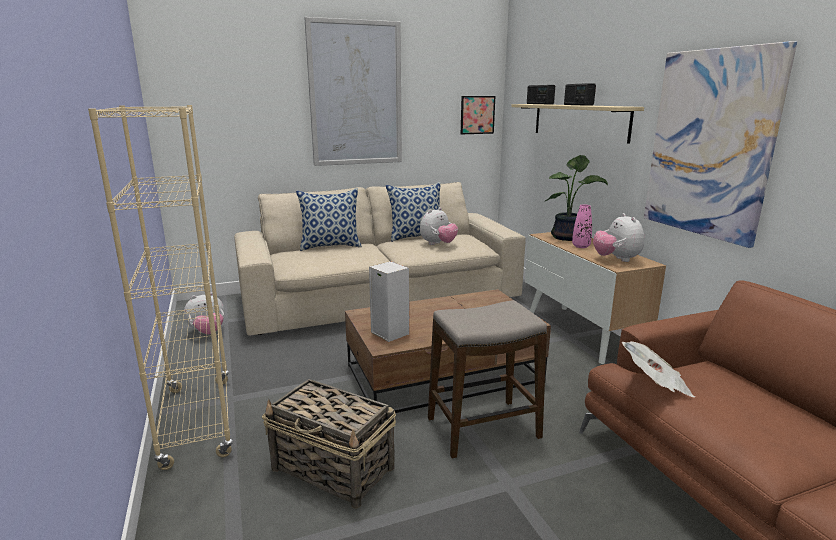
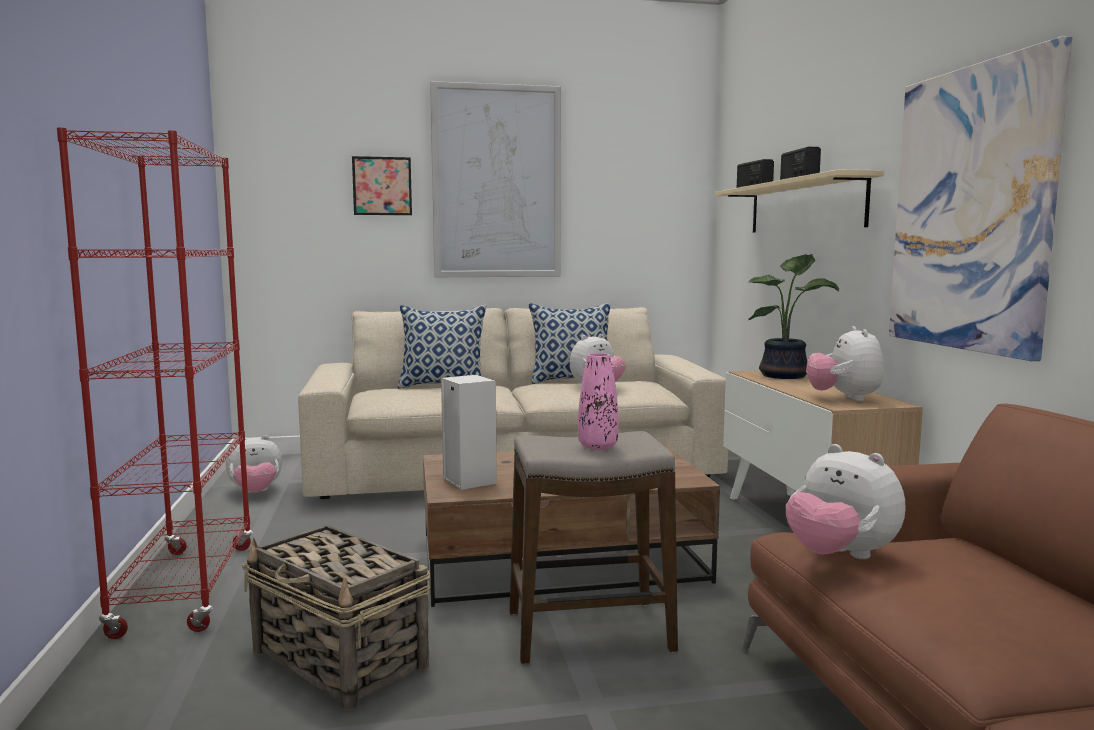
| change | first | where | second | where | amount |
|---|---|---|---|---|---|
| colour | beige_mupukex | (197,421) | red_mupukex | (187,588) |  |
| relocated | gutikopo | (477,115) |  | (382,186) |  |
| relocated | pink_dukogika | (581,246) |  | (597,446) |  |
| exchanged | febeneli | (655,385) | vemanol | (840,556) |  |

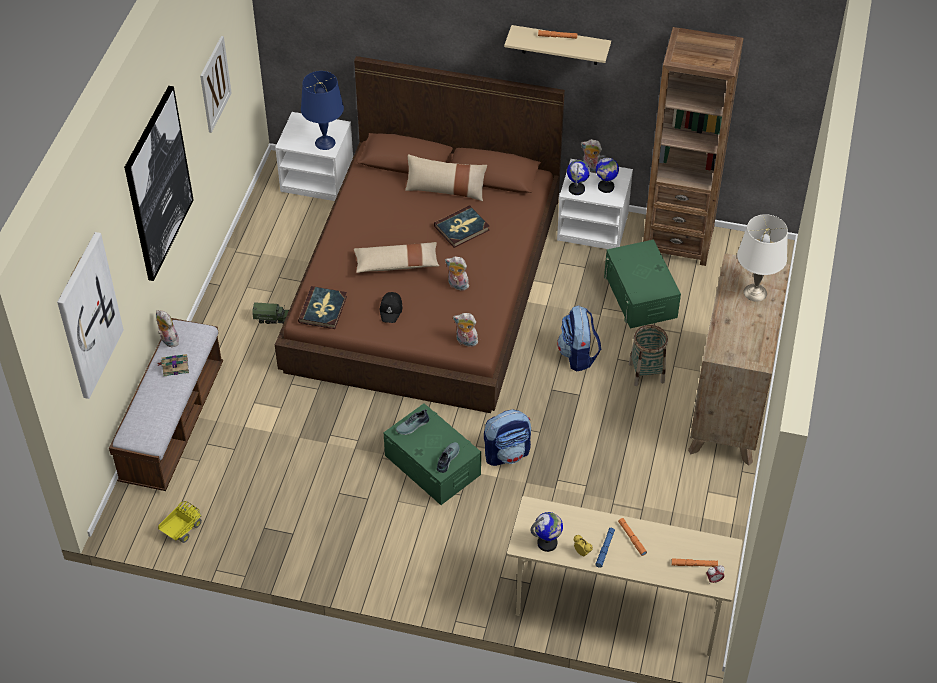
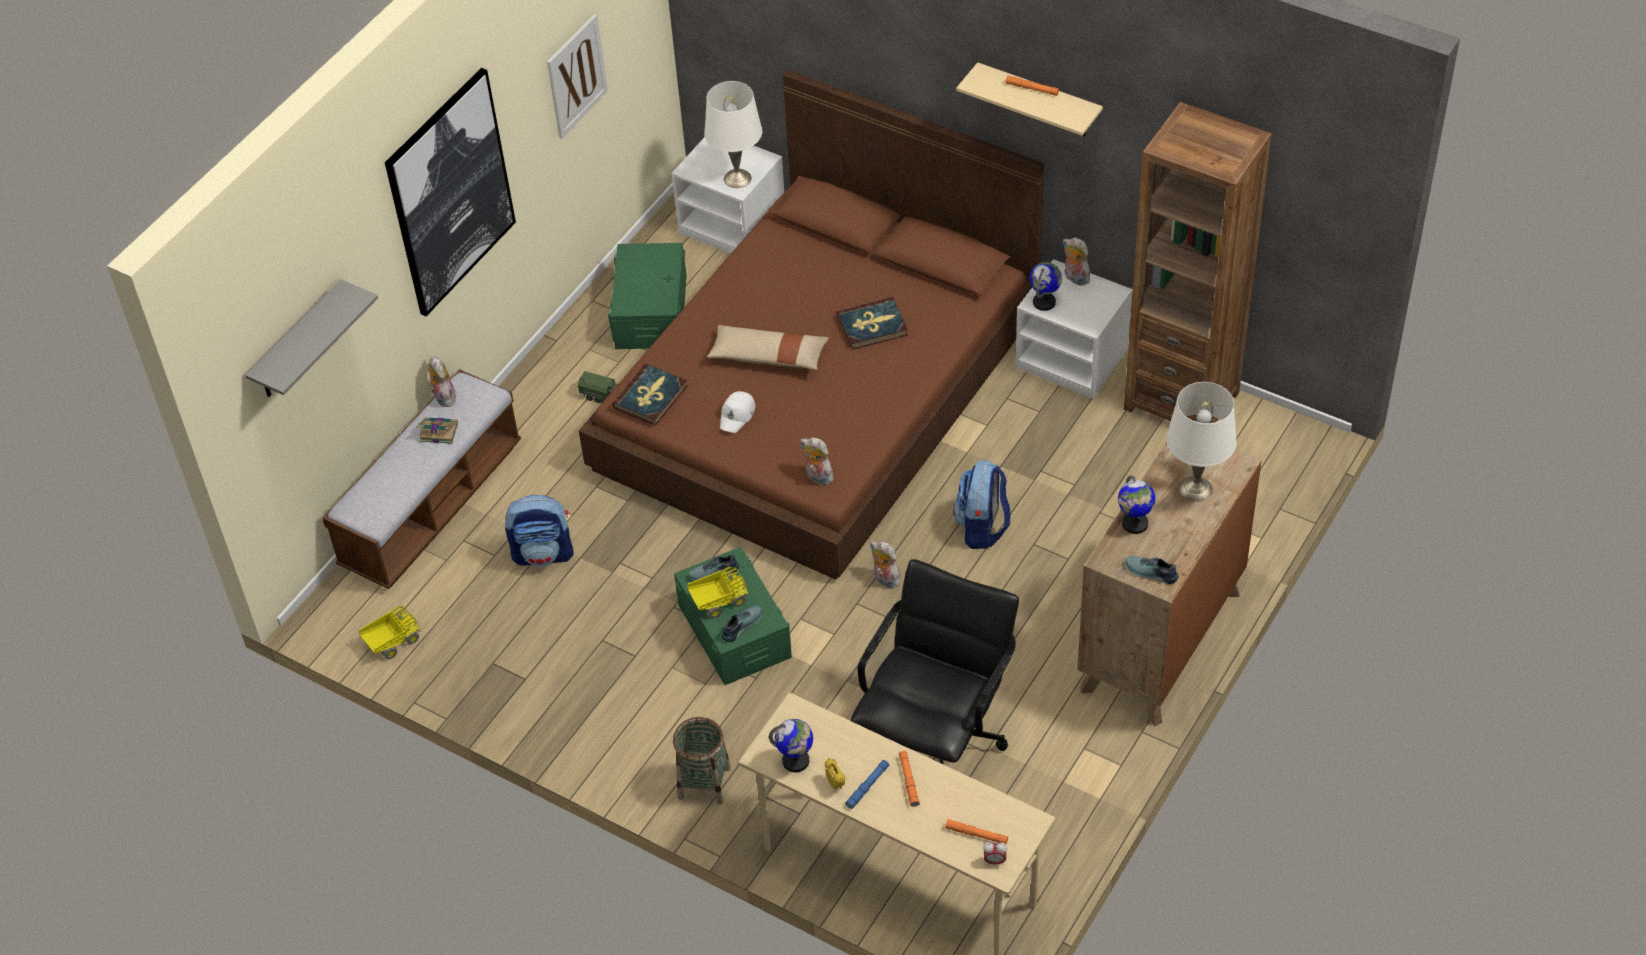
| change | first | where | second | where | amount |
|---|---|---|---|---|---|
| exchanged | gutikopo | (88,315) | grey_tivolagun | (298,343) |  |
| colour | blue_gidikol | (324,143) | white_gidikol | (737,178) |  |
| colour | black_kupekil | (391,310) | white_kupekil | (737,415) |  |
| missing | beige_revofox | (445,189) |  |  |  |
| relocated | vemanol | (457,285) |  | (884,579) |  |
| relocated | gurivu | (507,453) |  | (544,554) |  |
| relocated | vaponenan | (606,187) |  | (1134,524) |  |
| relocated | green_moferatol | (640,295) |  | (651,312) |  |
| relocated | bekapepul | (646,373) |  | (704,783) |  |
| appeared |  |  | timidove | (718,602) |  |
| appeared |  |  | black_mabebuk | (935,741) |  |
| appeared |  |  | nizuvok | (1150,573) |  |

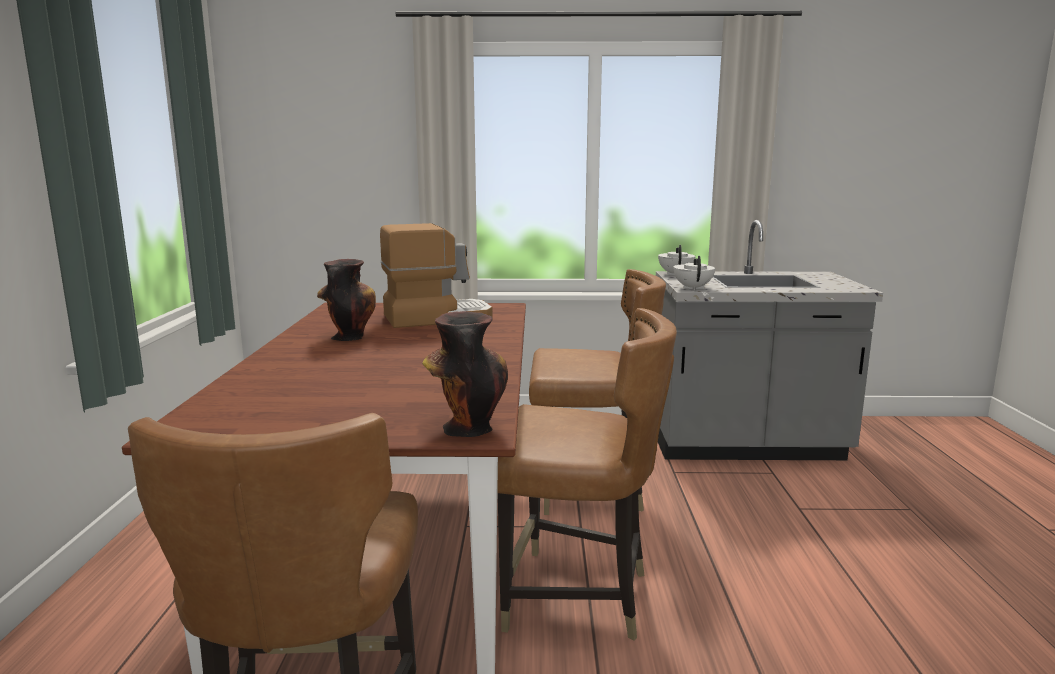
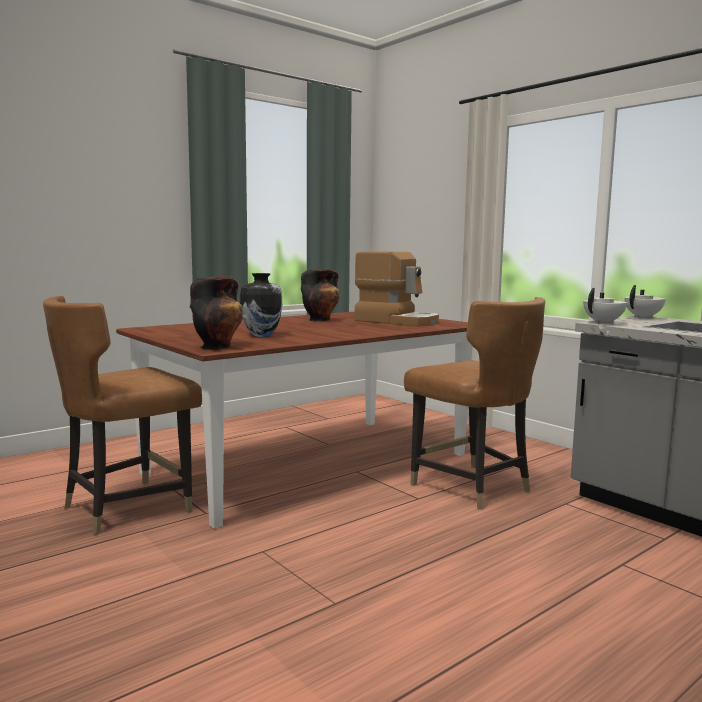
| change | first | where | second | where | amount |
|---|---|---|---|---|---|
| missing | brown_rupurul | (575,597) |  |  |  |
| appeared |  |  | dukogika | (261,335) |  |

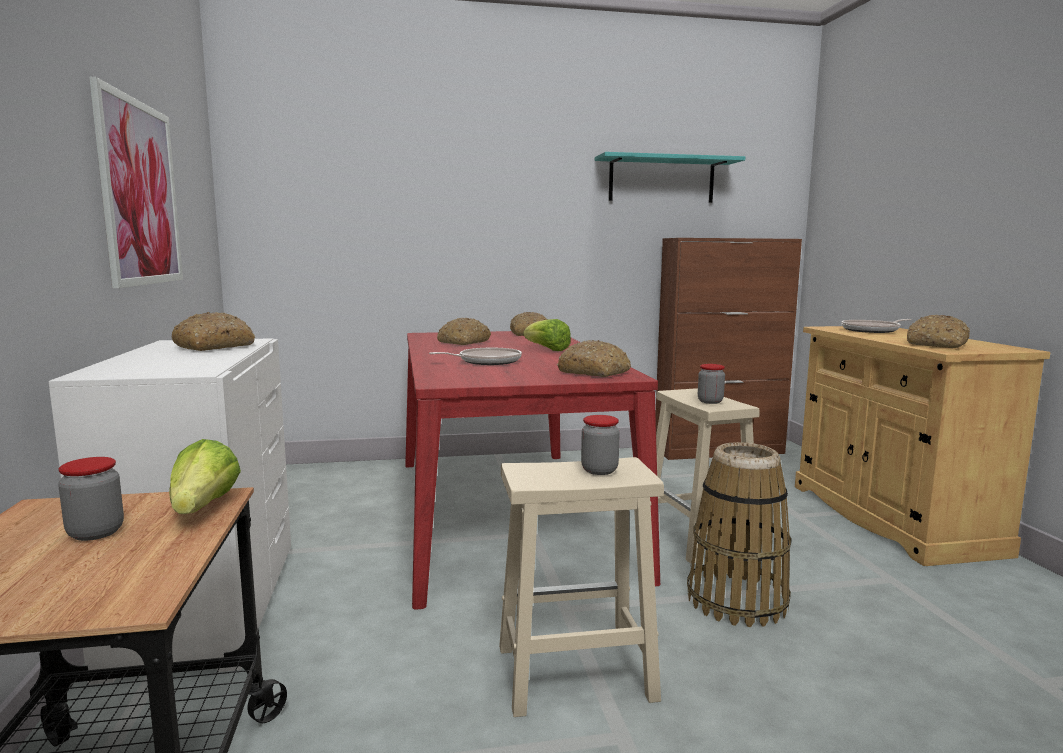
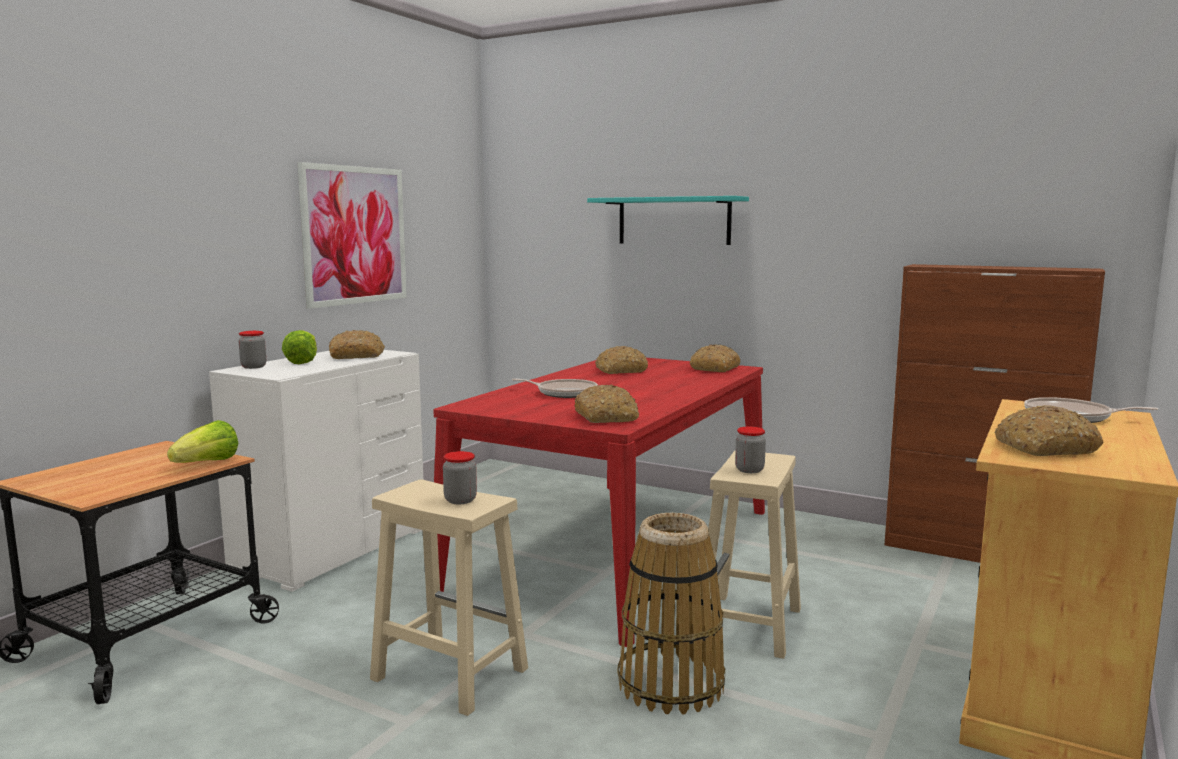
| change | first | where | second | where | amount |
|---|---|---|---|---|---|
| relocated | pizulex | (95,533) |  | (253,367) |  |
| relocated | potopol | (547,349) |  | (302,362) |  |
| relocated | turquoise_tivolagun | (661,180) |  | (674,221) |  |

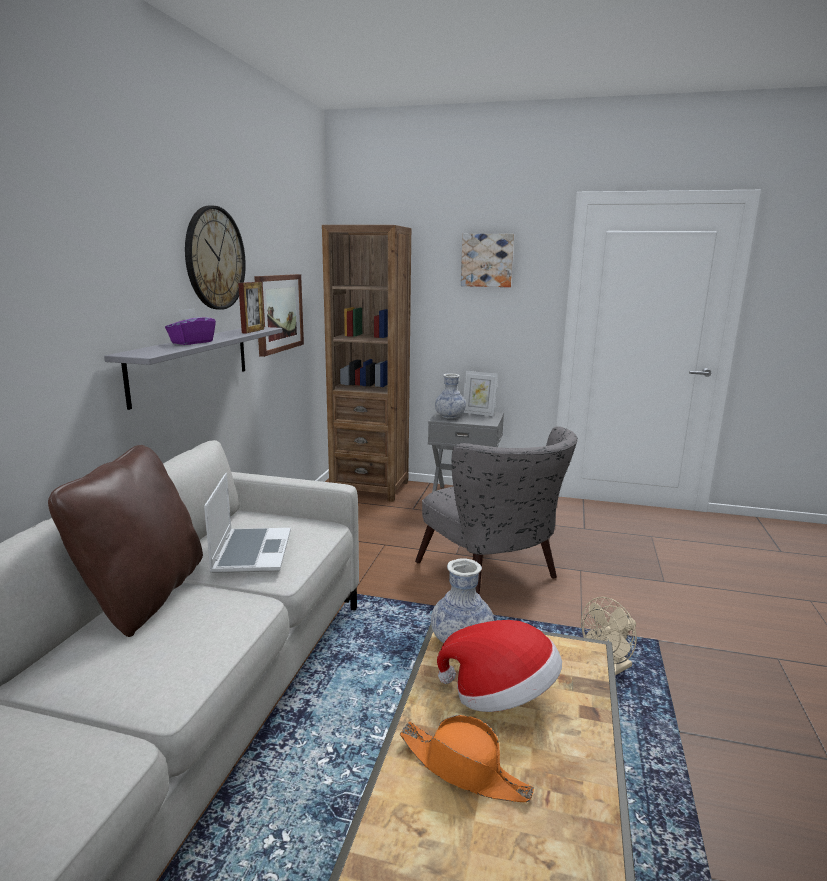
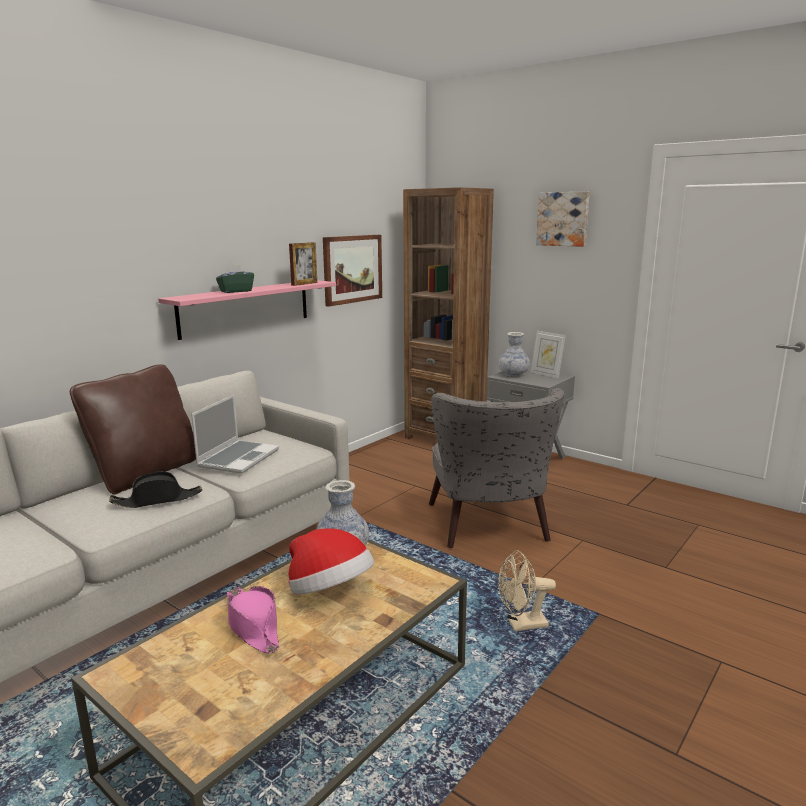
| change | first | where | second | where | amount |
|---|---|---|---|---|---|
| colour | grey_tivolagun | (192,363) | pink_tivolagun | (246,308) |  |
| colour | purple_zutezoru | (192,342) | green_zutezoru | (236,291) |  |
| missing | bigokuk | (215,258) |  |  |  |
| colour | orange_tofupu | (464,769) | pink_tofupu | (253,625) |  |
| appeared |  |  | black_tofupu | (158,500) |  |

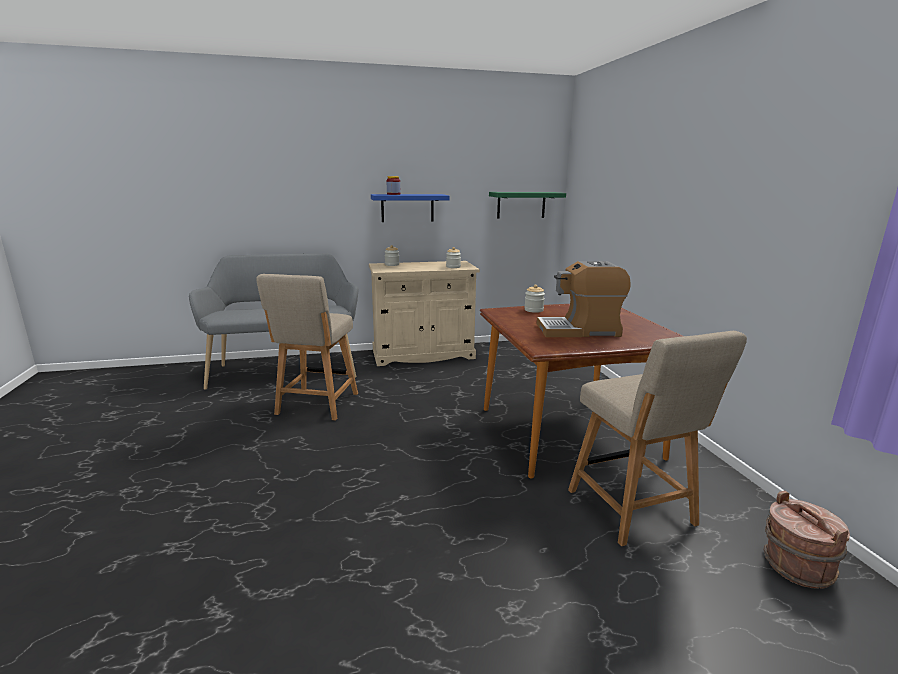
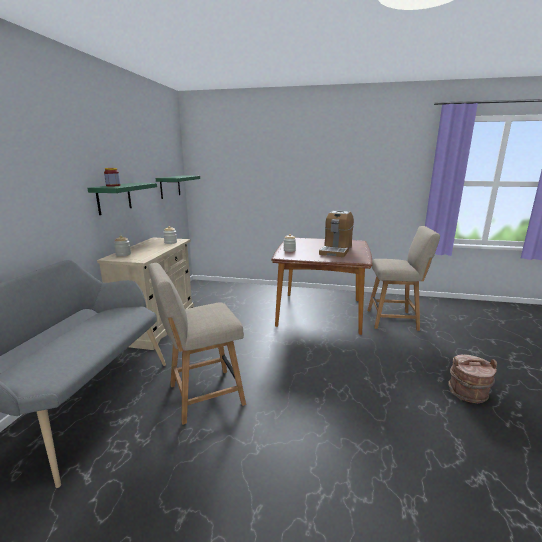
| change | first | where | second | where | amount |
|---|---|---|---|---|---|
| spun | beige_rupurul | (316,405) |  | (202,396) | 120 degrees clockwise |
| colour | blue_tivolagun | (407,208) | green_tivolagun | (114,198) |  |
| relocated | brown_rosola | (796,567) |  | (467,393) |  |

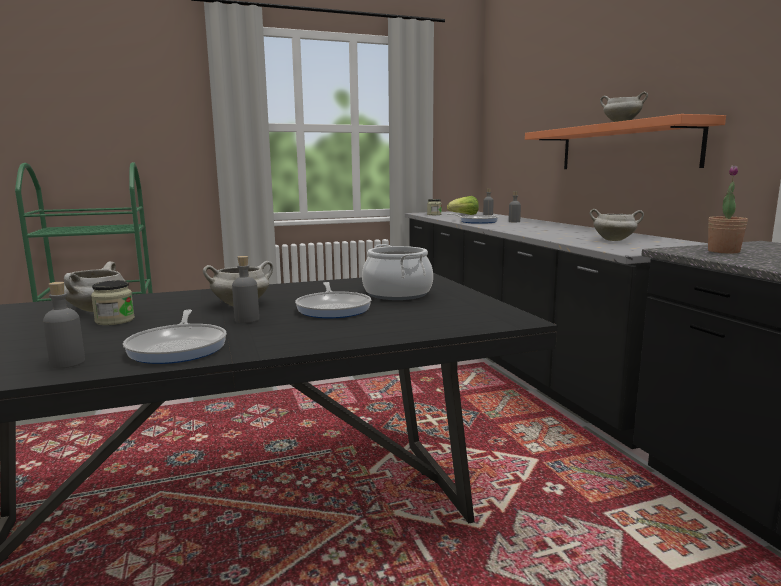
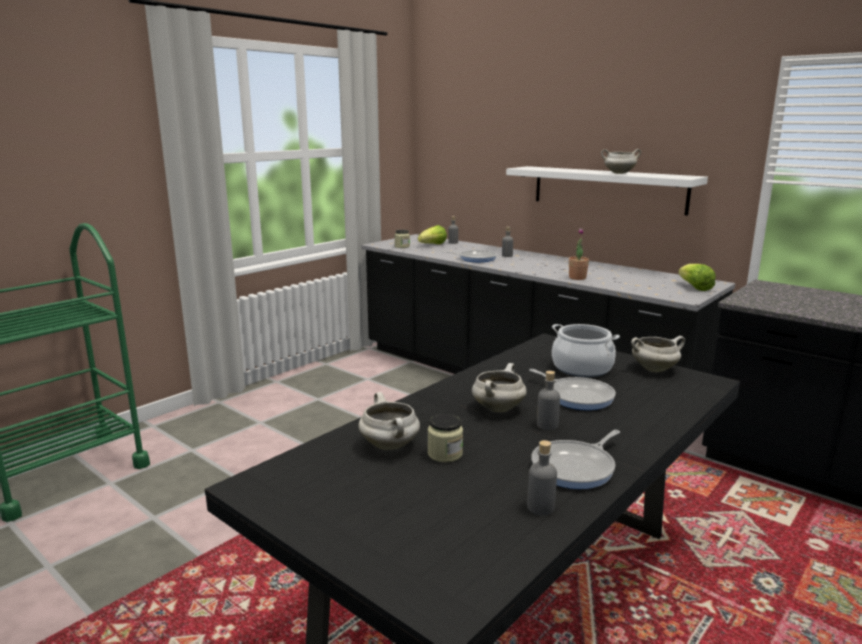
| change | first | where | second | where | amount |
|---|---|---|---|---|---|
| spun | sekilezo | (179,347) |  | (576,468) | 90 degrees clockwise |
| colour | orange_tivolagun | (625,147) | white_tivolagun | (607,189) |  |
| relocated | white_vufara | (614,240) |  | (654,369) |  |
| relocated | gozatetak | (723,251) |  | (577,278) |  |
| appeared |  |  | potopol | (694,288) |  |

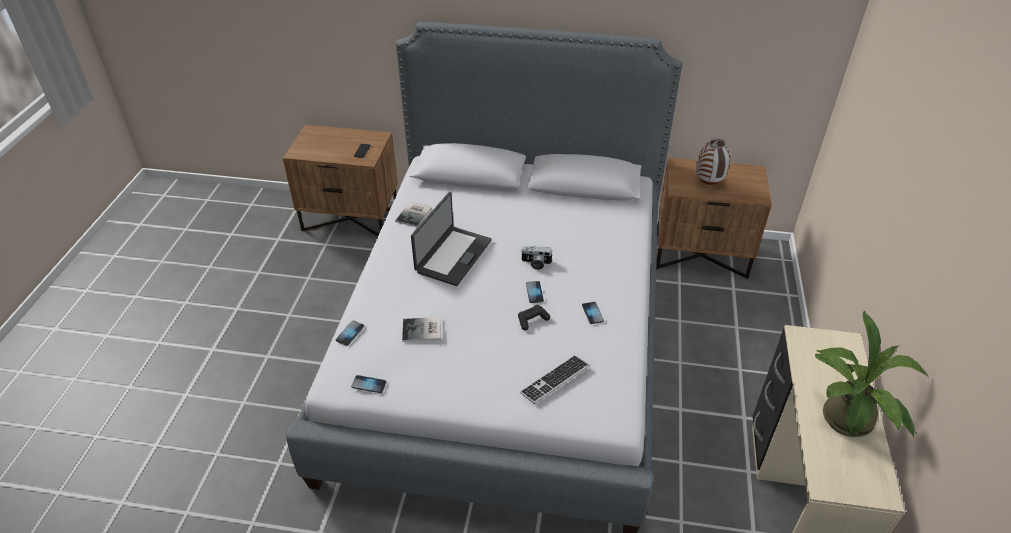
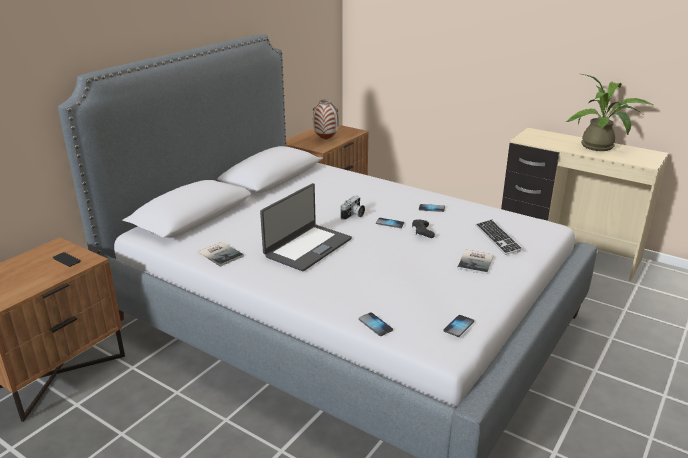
| change | first | where | second | where | amount |
|---|---|---|---|---|---|
| relocated | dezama | (423,331) |  | (477,262) |  |
| spun | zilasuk | (452,256) |  | (307,247) | 75 degrees clockwise |

